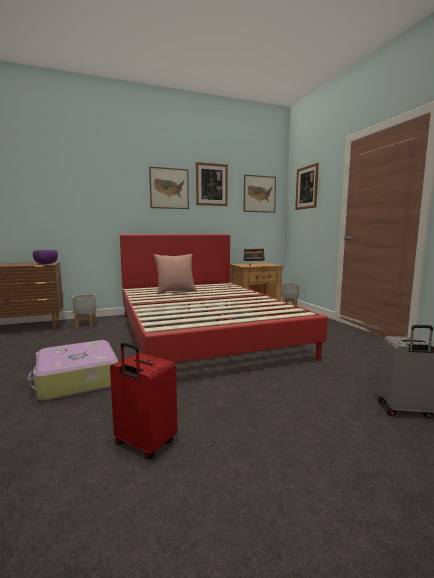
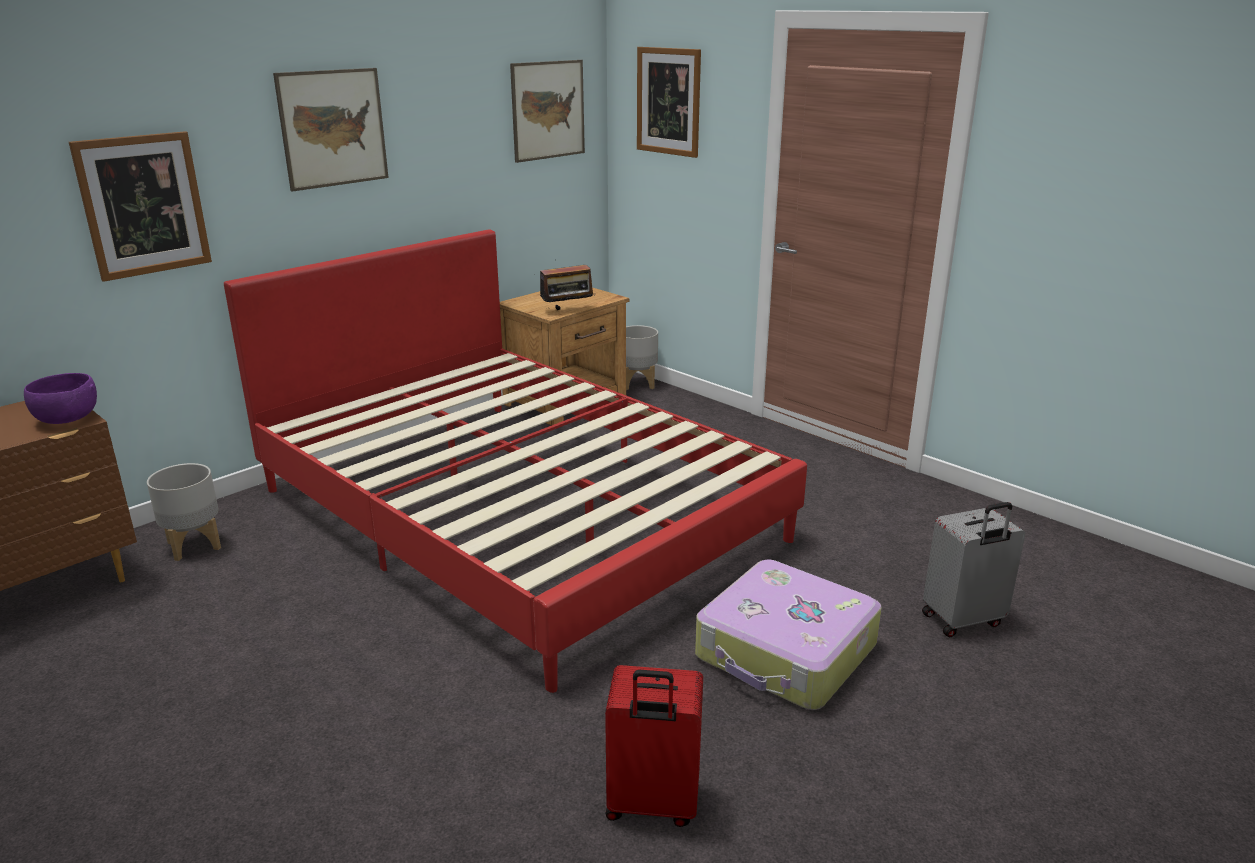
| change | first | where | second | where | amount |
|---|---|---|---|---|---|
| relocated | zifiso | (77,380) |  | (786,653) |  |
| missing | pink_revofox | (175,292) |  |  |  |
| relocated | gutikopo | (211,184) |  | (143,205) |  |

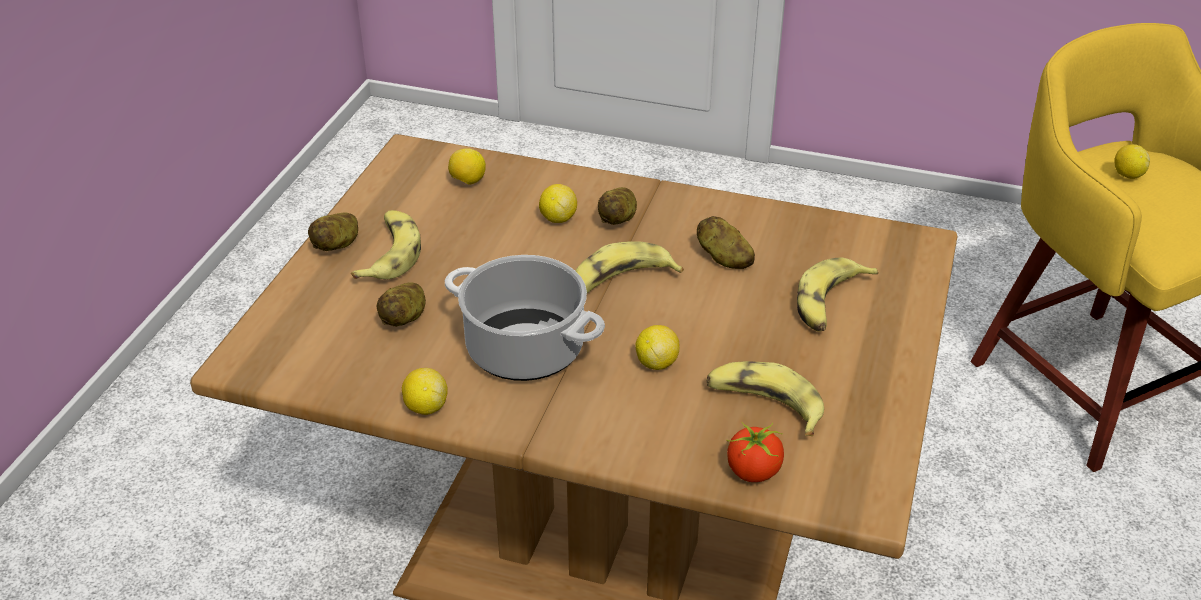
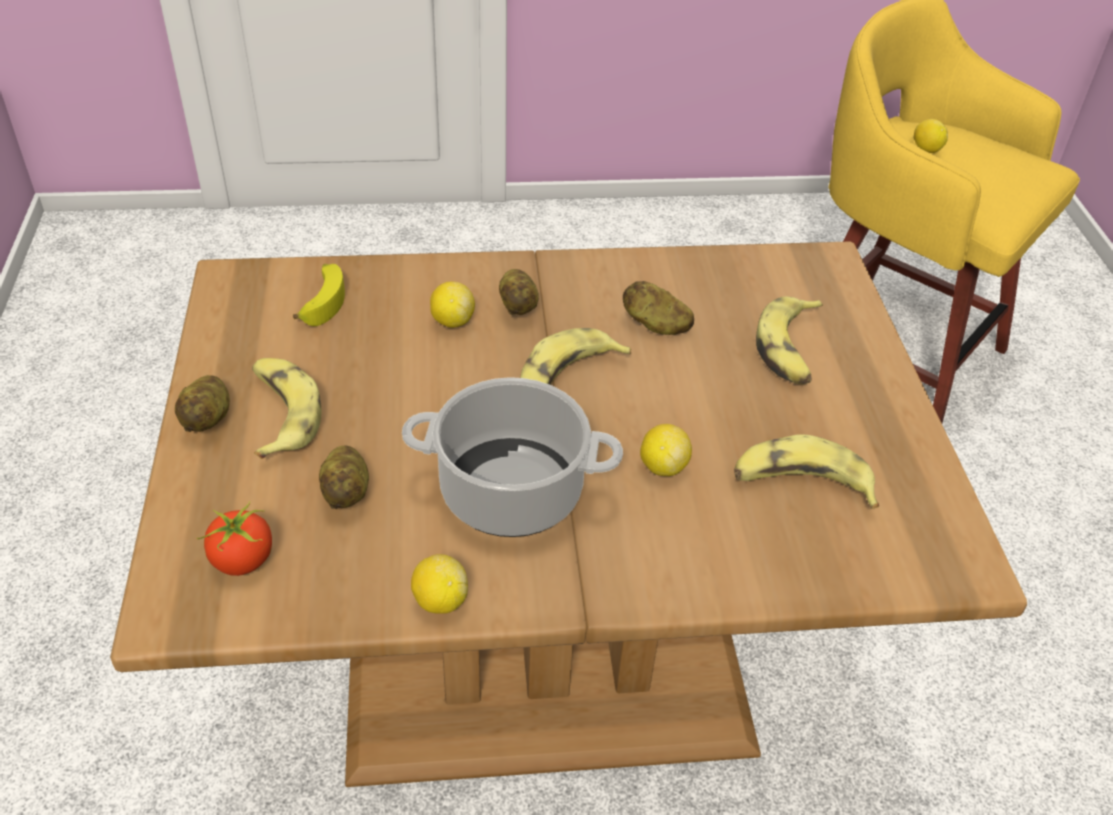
| change | first | where | second | where | amount |
|---|---|---|---|---|---|
| exchanged | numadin | (467,181) | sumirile | (322,300) |  |
| relocated | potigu | (753,472) |  | (242,561) |  |

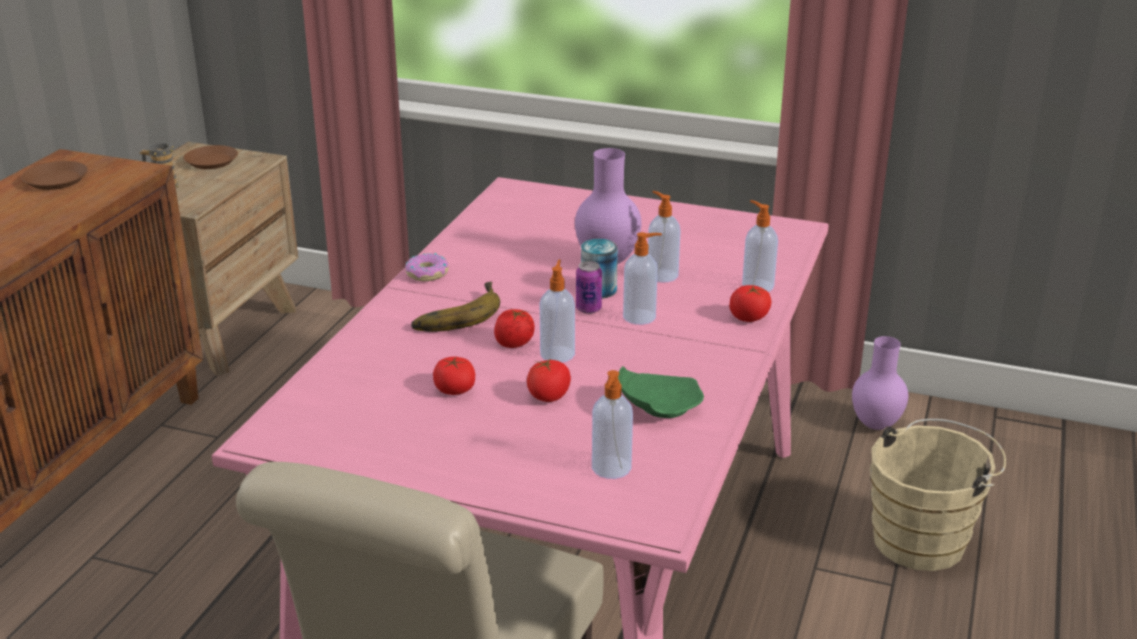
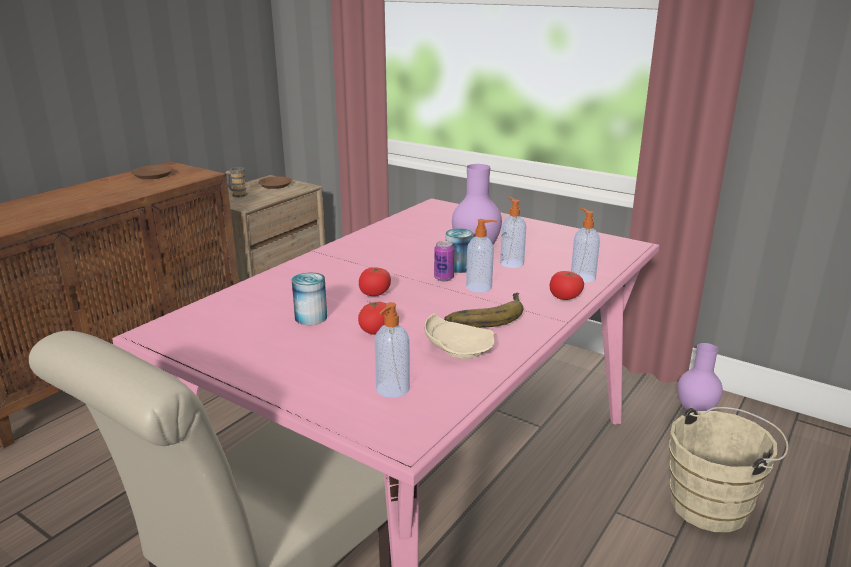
| change | first | where | second | where | amount |
|---|---|---|---|---|---|
| missing | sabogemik | (427,274) |  |  |  |
| relocated | sumirile | (455,314) |  | (483,315) |  |
| exchanged | potigu | (454,389) | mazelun | (311,317) |  |
| missing | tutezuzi | (557,353) |  |  |  |
| colour | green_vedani | (657,406) | beige_vedani | (457,349) |  |

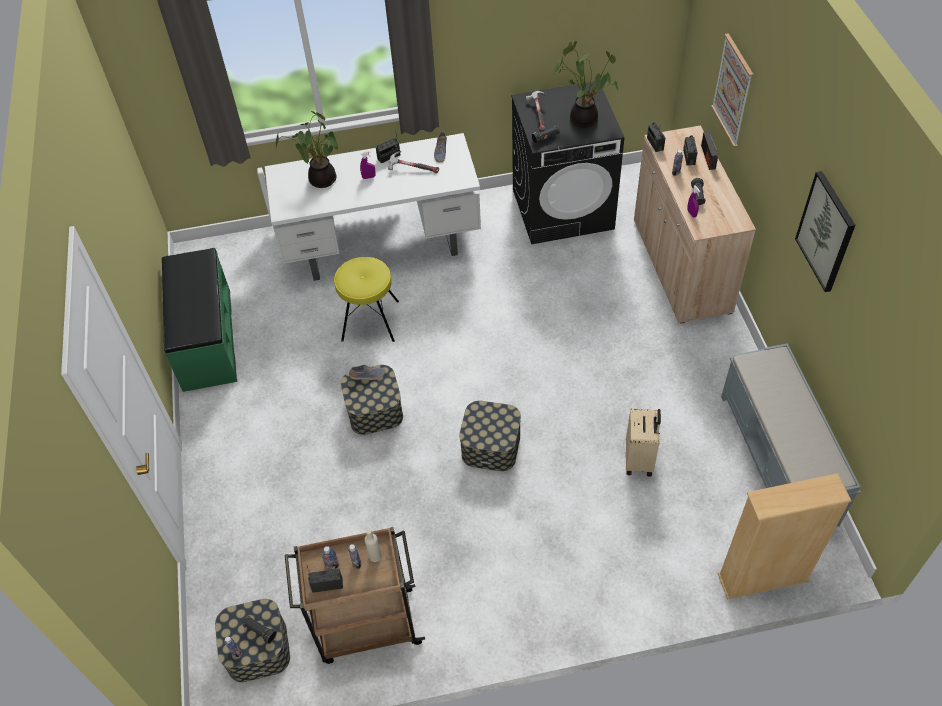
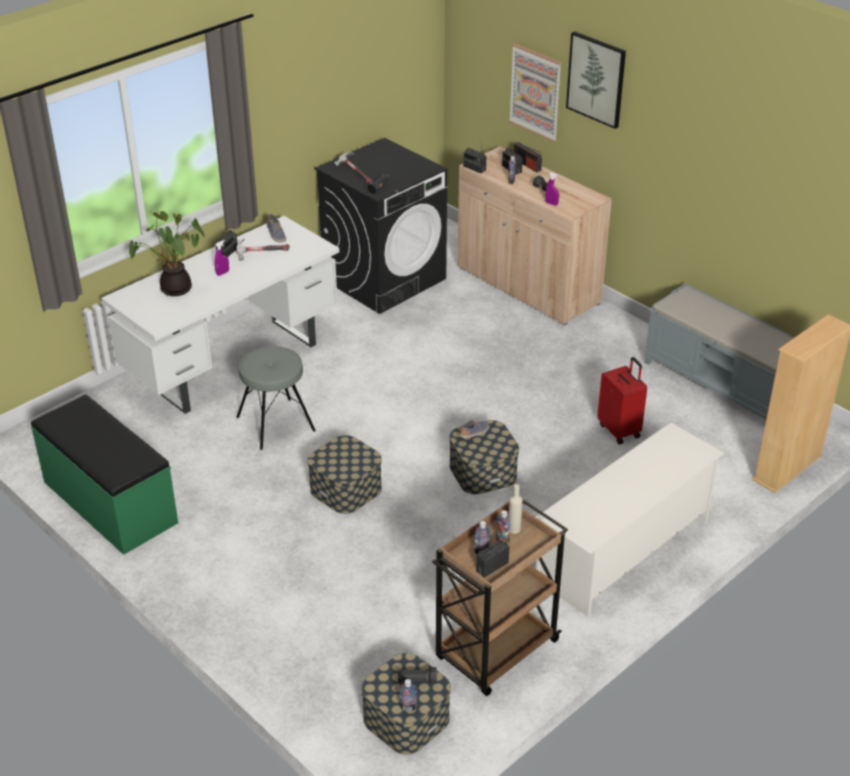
| change | first | where | second | where | amount |
|---|---|---|---|---|---|
| colour | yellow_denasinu | (370,321) | grey_denasinu | (275,424) |  |
| relocated | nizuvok | (367,376) |  | (474,433) |  |
| missing | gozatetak | (584,118) |  |  |  |
| colour | beige_zifiso | (640,460) | red_zifiso | (620,430) |  |
| relocated | gutikopo | (826,231) |  | (596,79) |  |
| appeared |  |  | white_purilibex | (624,551) |  |

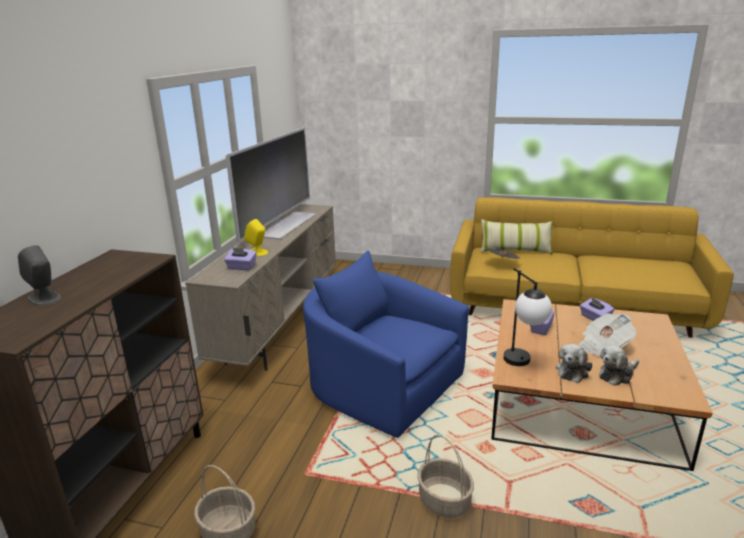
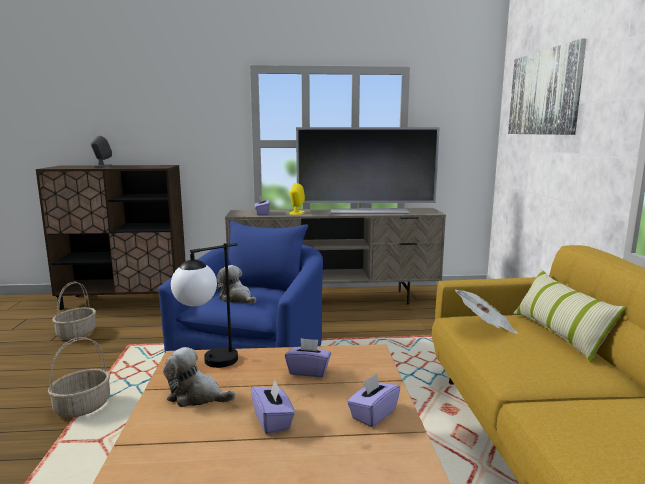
| change | first | where | second | where | amount |
|---|---|---|---|---|---|
| exchanged | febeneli | (603,347) | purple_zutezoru | (273,420) |  |
| relocated | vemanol | (617,375) |  | (236,298) |  |
| appeared |  |  | gutikopo | (544,93) |  |

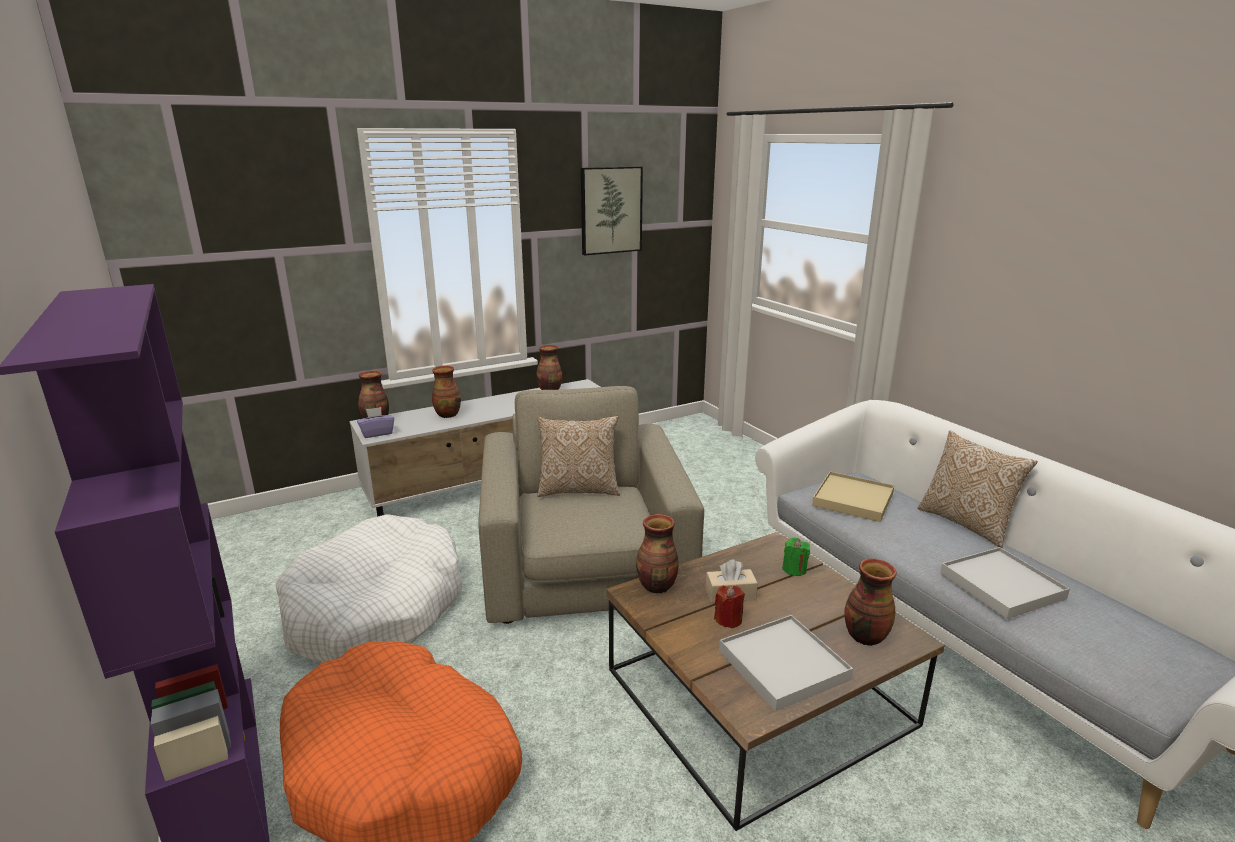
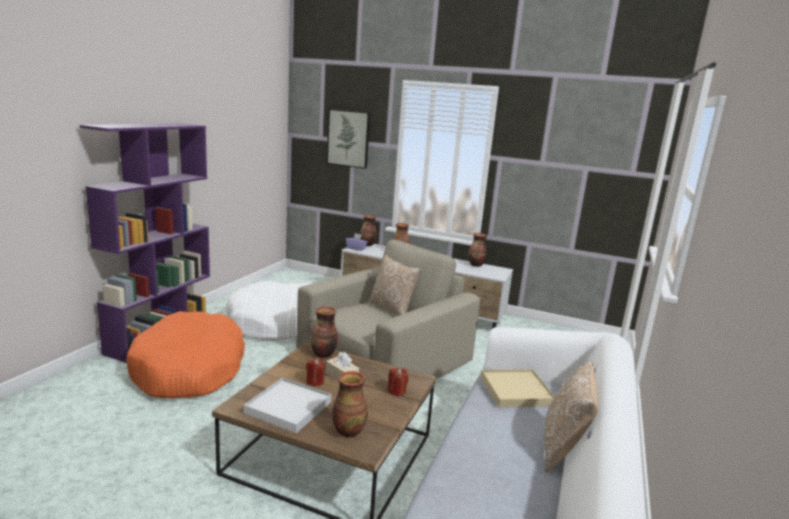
| change | first | where | second | where | amount |
|---|---|---|---|---|---|
| relocated | gutikopo | (611,210) |  | (348,138) |  |
| colour | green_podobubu | (794,569) | red_podobubu | (396,391) |  |
| missing | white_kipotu | (1001,586) |  |  |  |

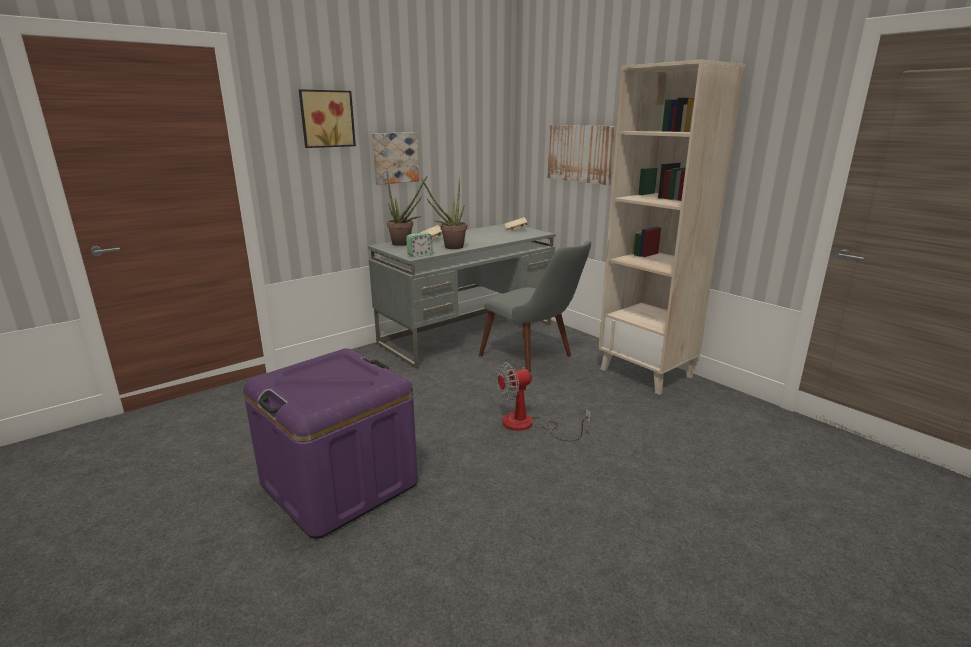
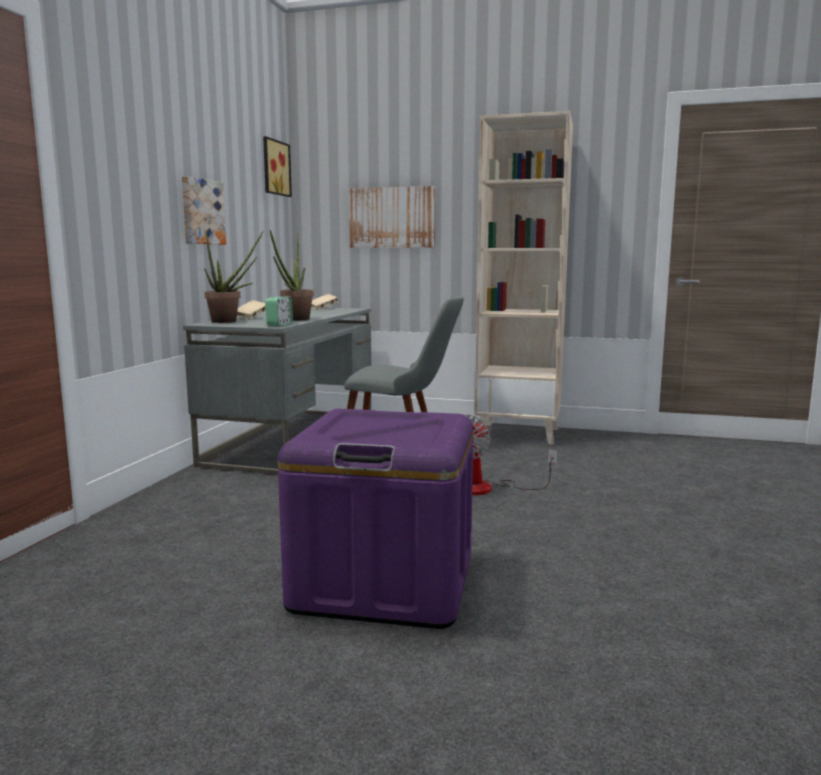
| change | first | where | second | where | amount |
|---|---|---|---|---|---|
| relocated | gutikopo | (326,119) |  | (274,168) |  |

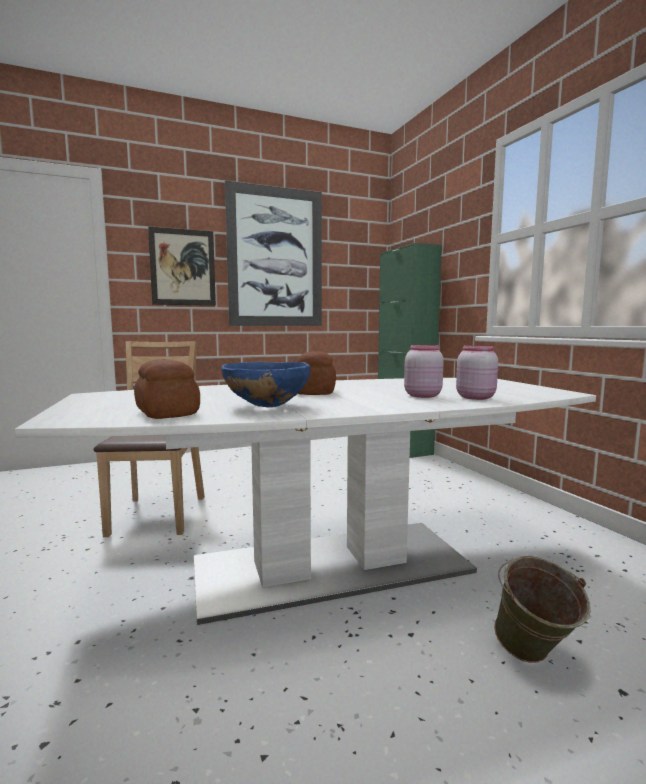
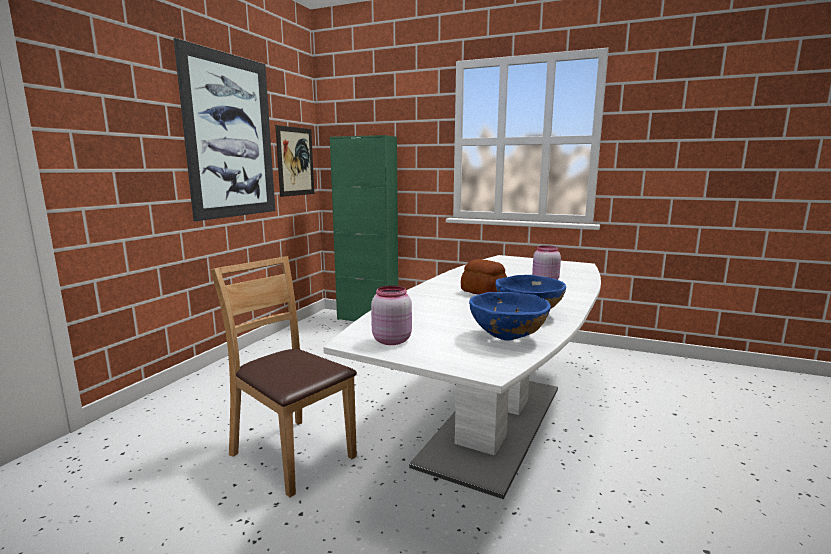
| change | first | where | second | where | amount |
|---|---|---|---|---|---|
| exchanged | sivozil | (167,413) | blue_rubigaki | (507,338) |  |
| relocated | gutikopo | (183,267) |  | (295,161) |  |
| relocated | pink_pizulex | (475,397) |  | (391,340) |  |
| missing | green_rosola | (534,660) |  |  |  |

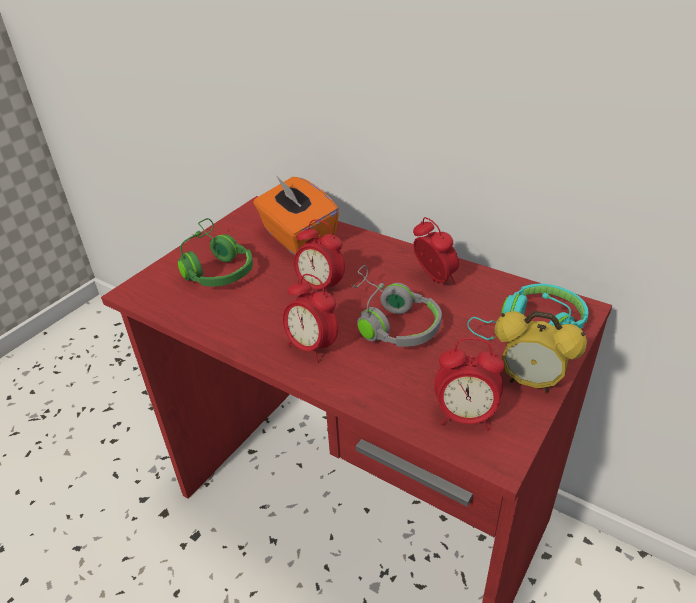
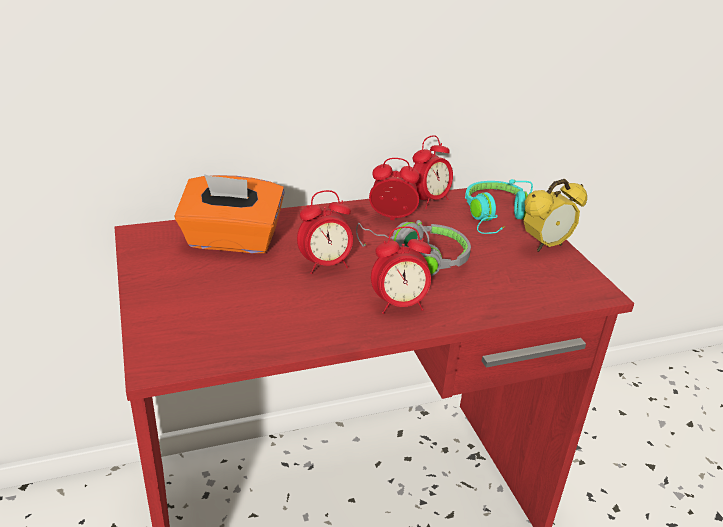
| change | first | where | second | where | amount |
|---|---|---|---|---|---|
| missing | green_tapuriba | (215,267) |  |  |  |
| relocated | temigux | (465,416) |  | (429,201) |  |

